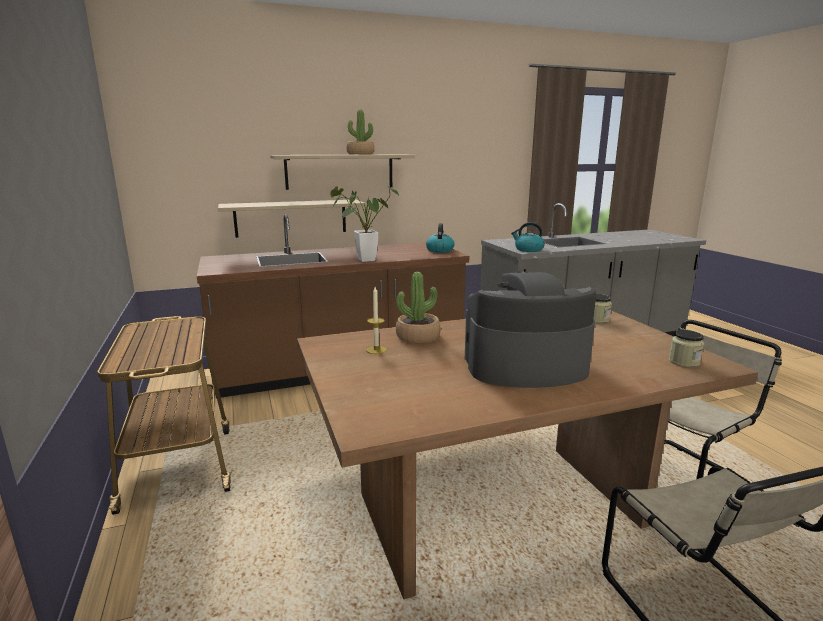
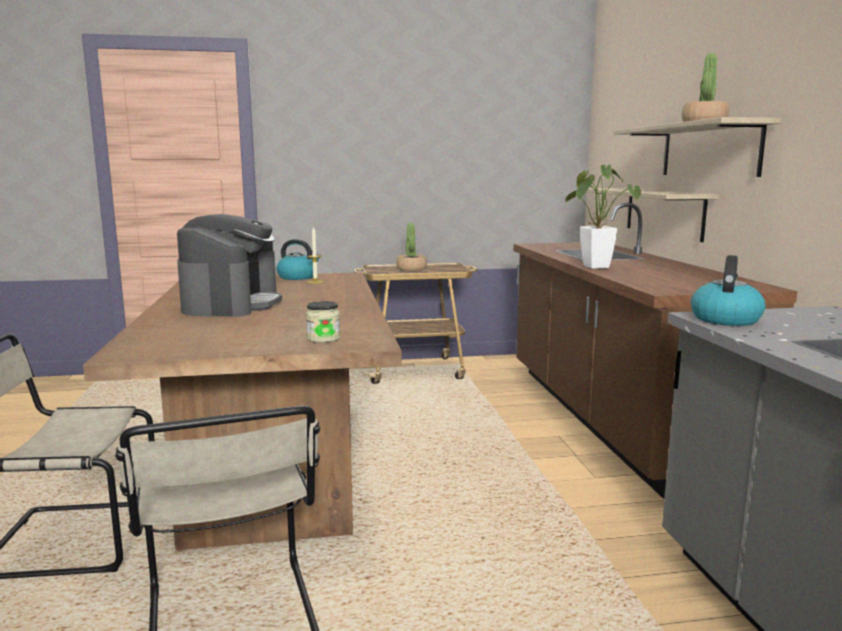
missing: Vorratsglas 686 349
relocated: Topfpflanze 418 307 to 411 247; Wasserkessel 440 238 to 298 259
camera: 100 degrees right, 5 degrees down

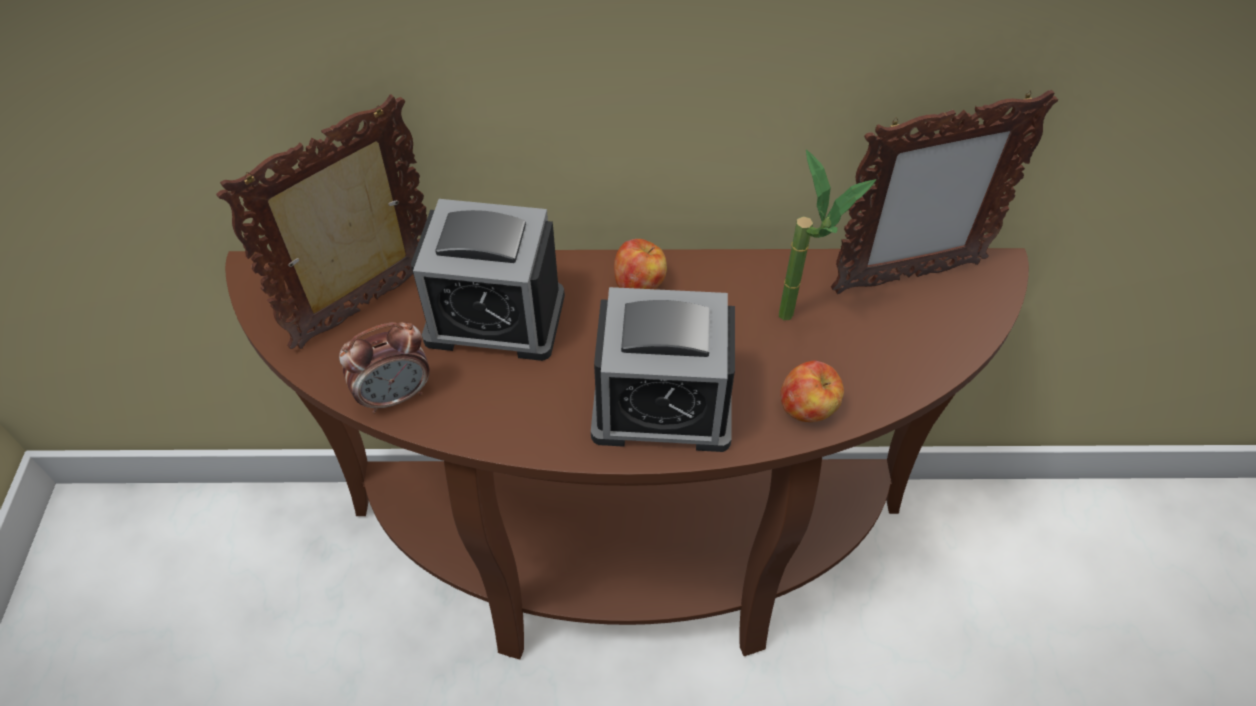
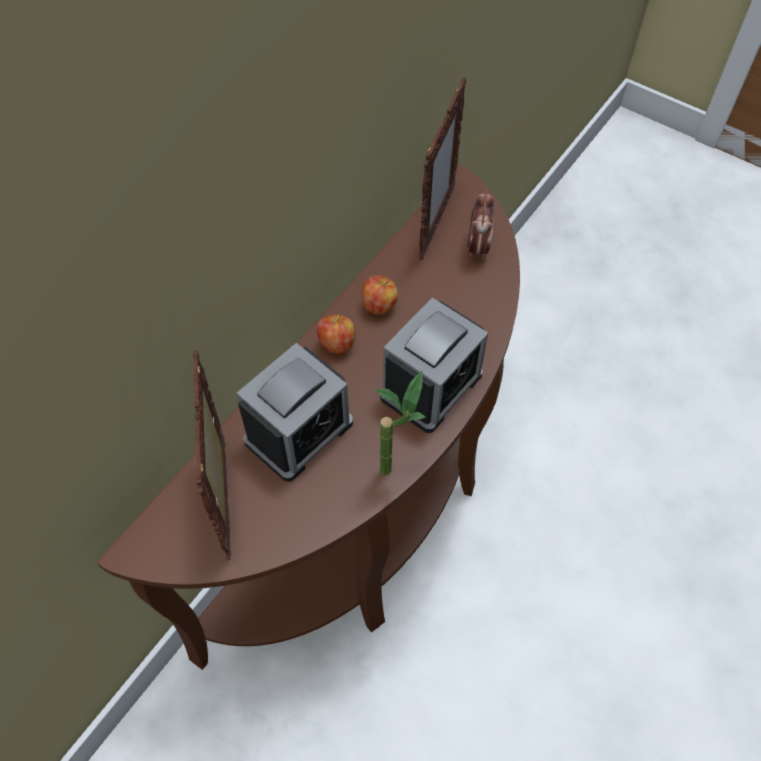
relocated: Wecker 384 368 to 481 225; Topfpflanze 827 234 to 401 423; Apfel 812 391 to 380 295
camera: 55 degrees left, 5 degrees up

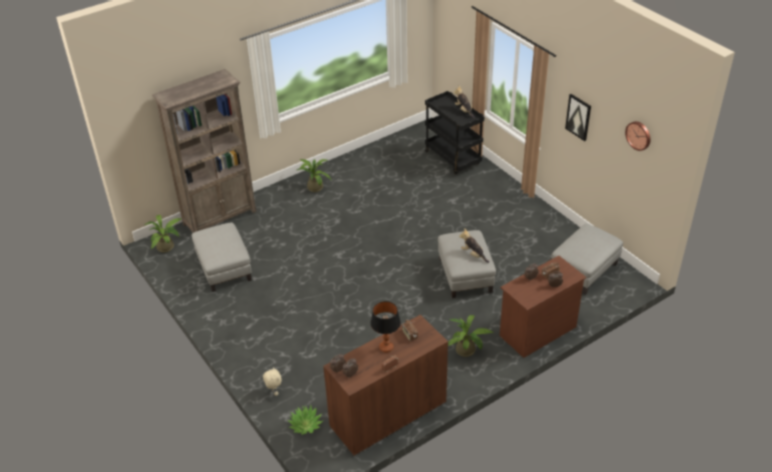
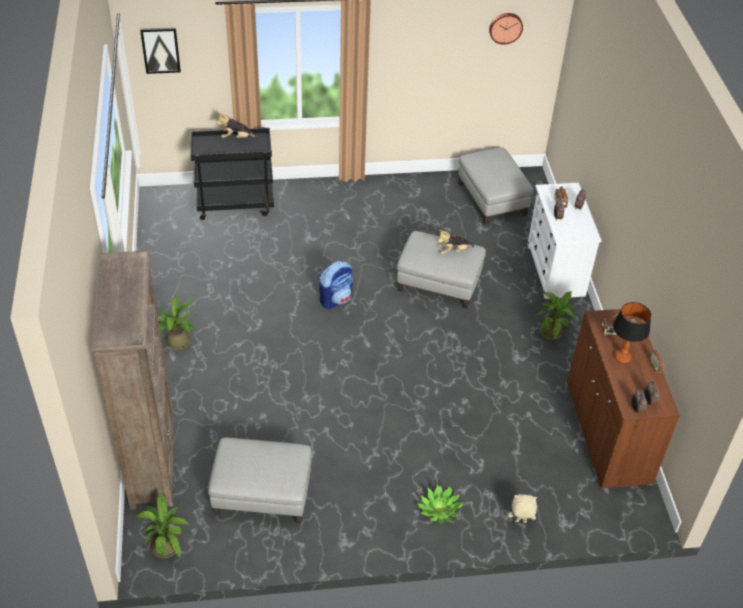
appeared: Rucksack 336 285
relocated: Topfpflanze 305 420 to 440 504; Bild 578 117 to 160 50
colour: Kommode (braun) 542 307 to Kommode (weiß) 564 241
camera: 65 degrees left, 5 degrees up

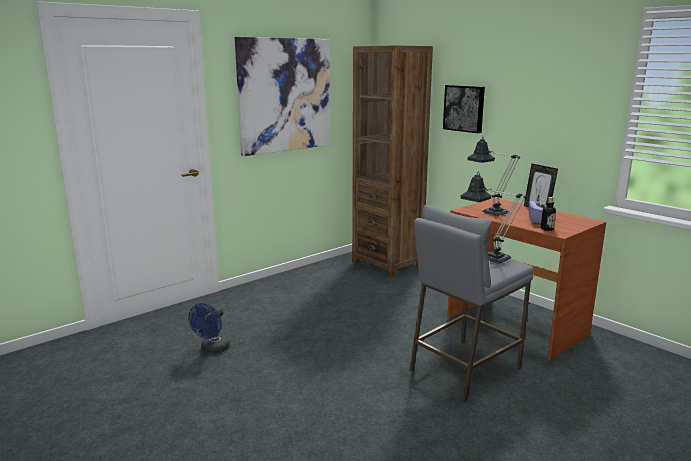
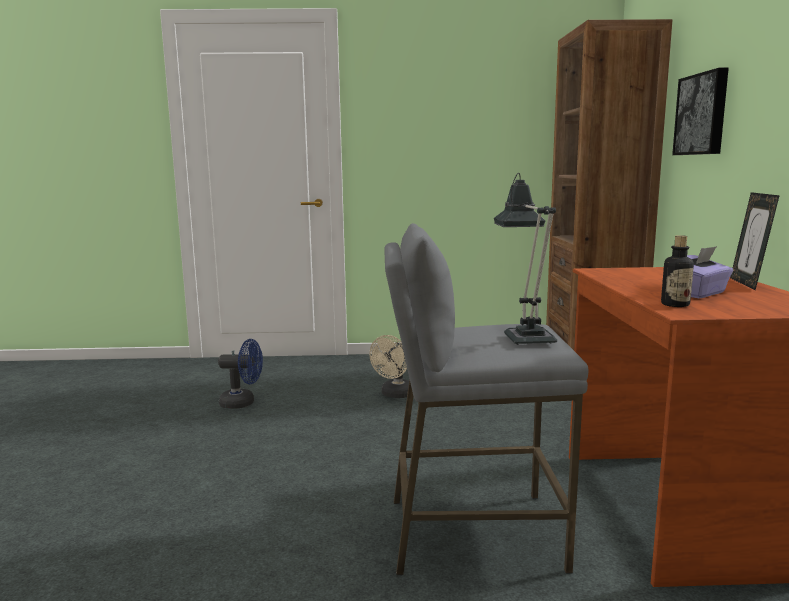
missing: Bild 282 96; Tischlampe 493 176
appeared: Ventilator (beige) 389 366
spun: Ventilator (blau) 209 328 = 240 374 150 degrees counterclockwise
camera: 40 degrees right, 5 degrees down

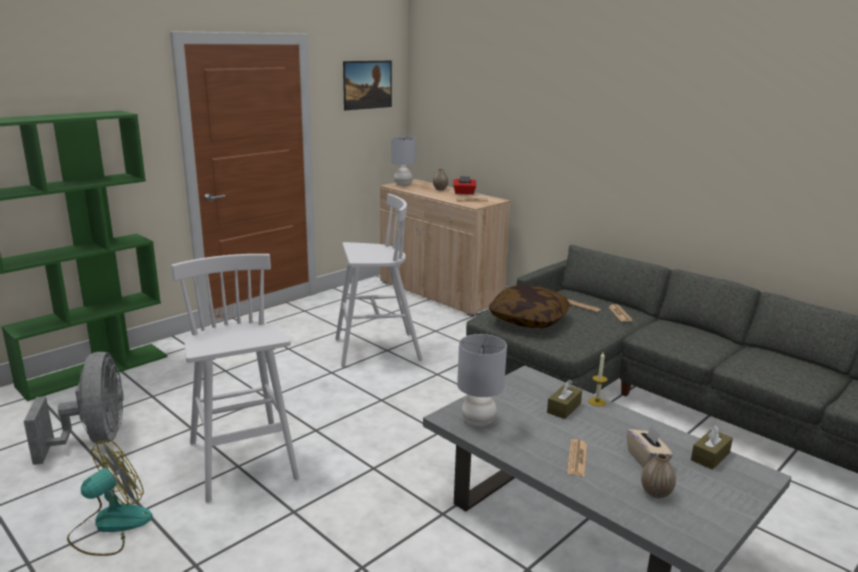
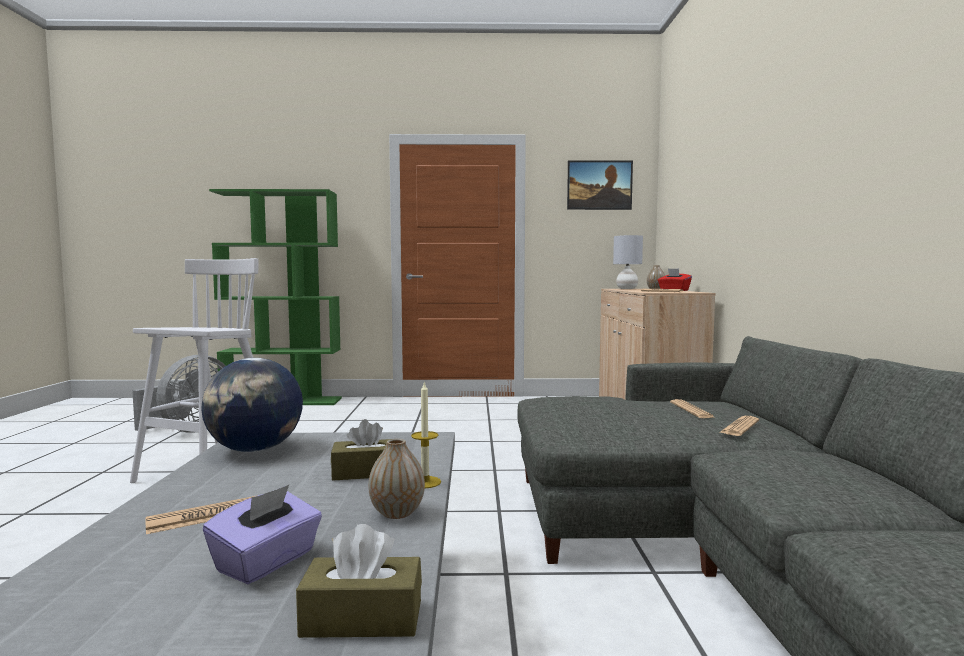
missing: Ventilator 110 497; Hocker (weiß) 379 280; Kissen 529 306
relocated: Vase 658 475 to 397 479
exchanged: Tischlampe (grau) 482 380 to Globus 252 405
colour: Taschentuchbox (beige) 650 445 to Taschentuchbox (lila) 262 534
camera: 45 degrees right, 15 degrees down

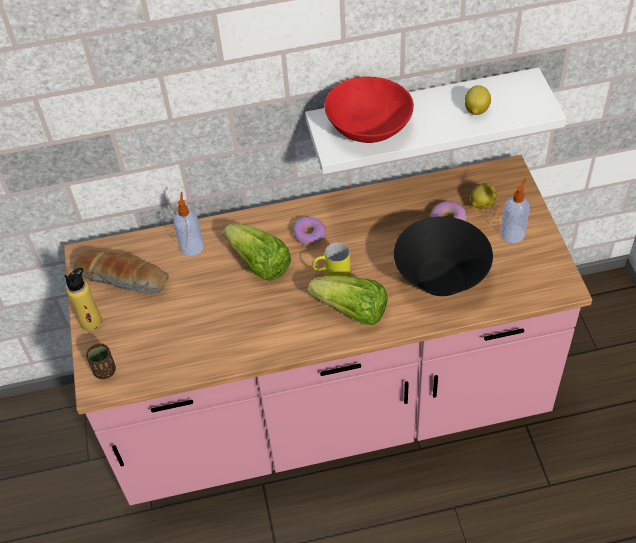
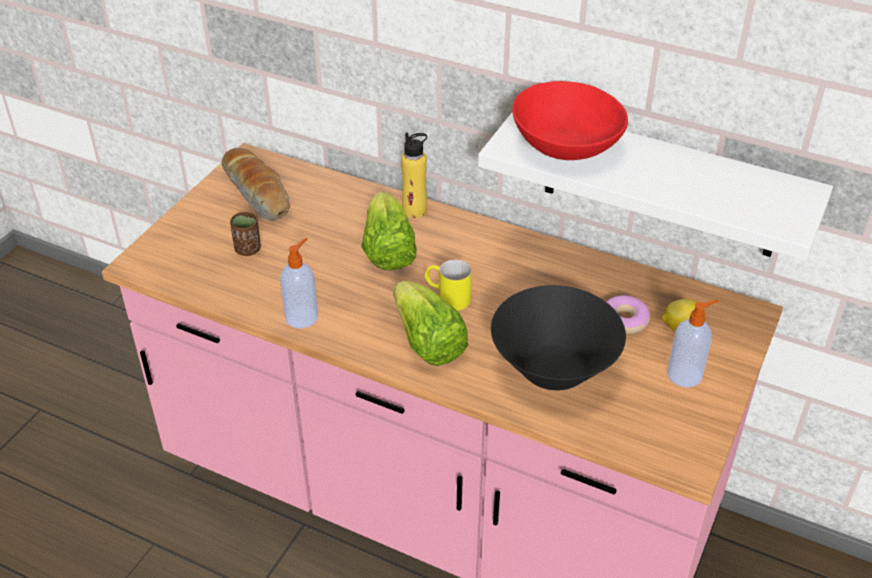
missing: Donut 309 230; Zitrone 478 100
relocated: Flasche (gelb) 83 299 to 414 175; Tasse (braun) 101 361 to 245 234; Seifenspender 188 224 to 299 283
camera: 35 degrees right, 10 degrees down

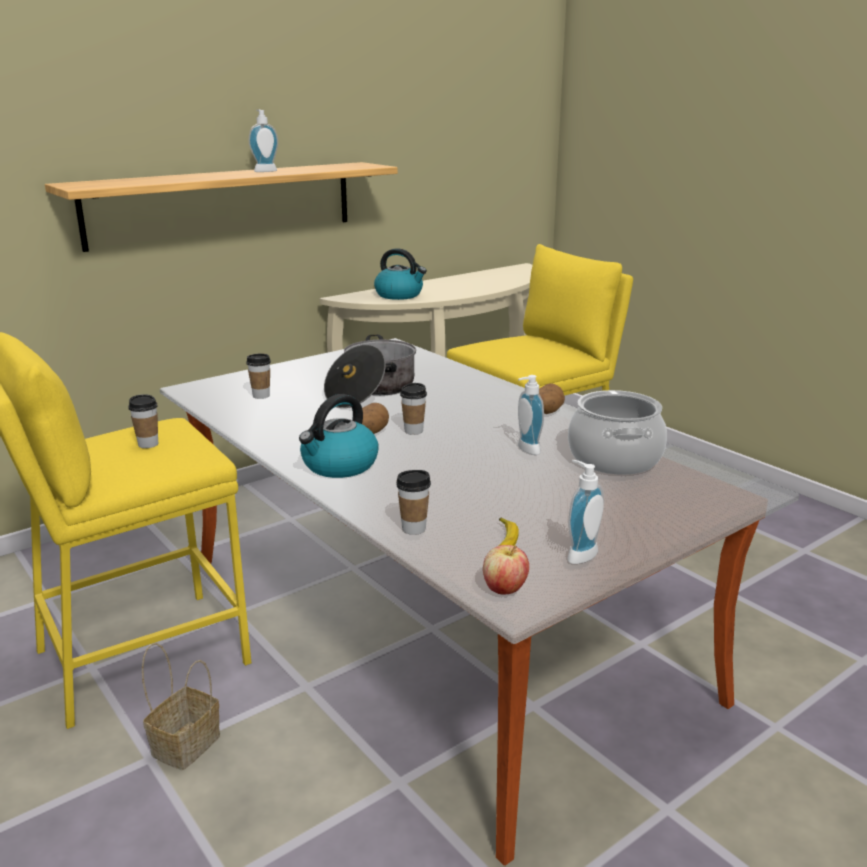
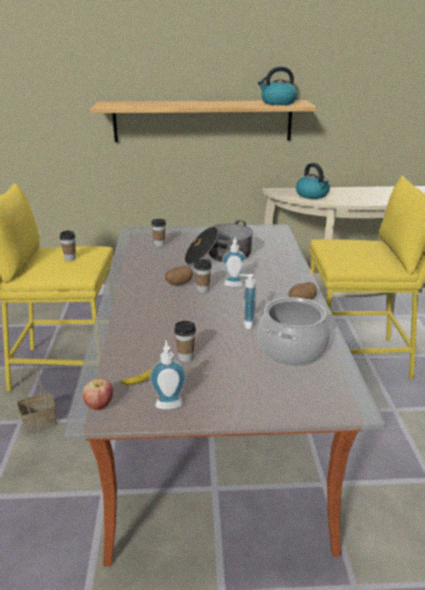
relocated: Seifenspender 263 140 to 234 262; Wasserkessel 339 436 to 277 86; Tasse 413 502 to 185 341
camera: 35 degrees right, 5 degrees up

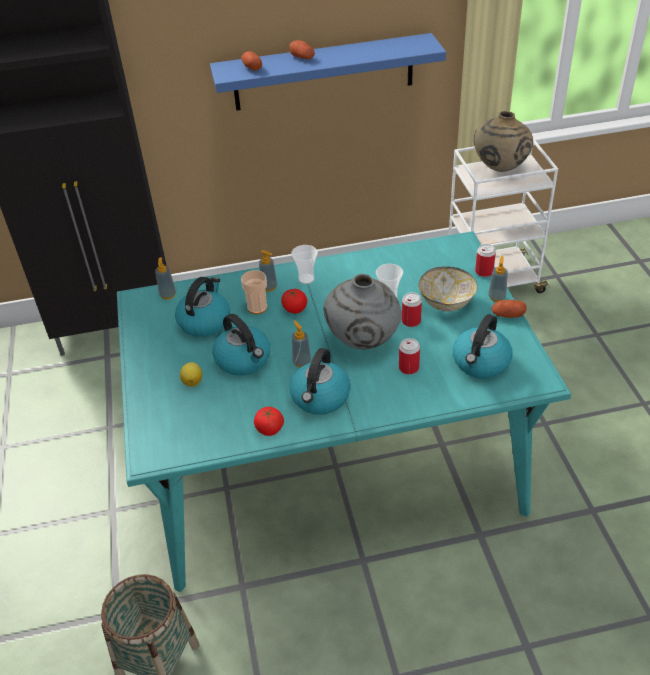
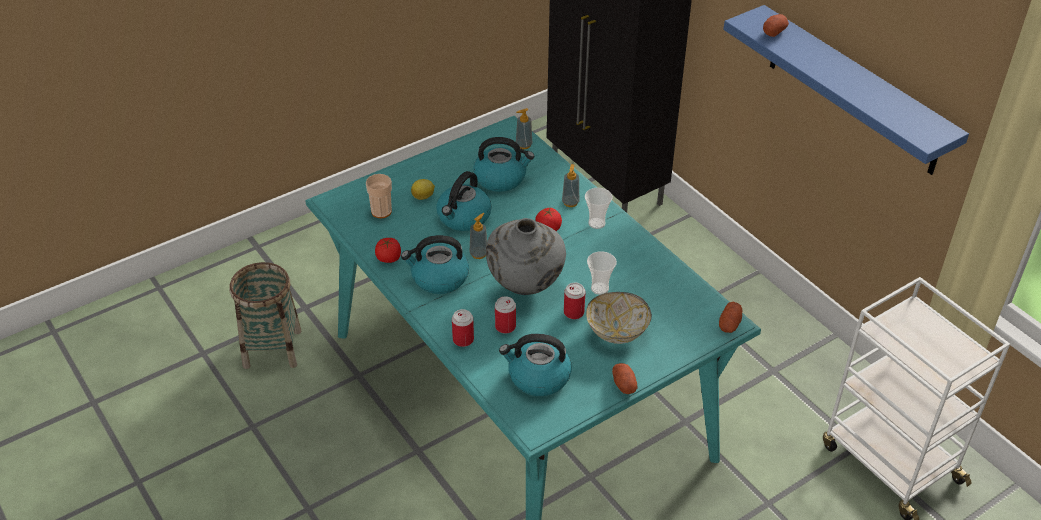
missing: Vase (beige) 503 141; Seifenspender 498 279
relocated: Tasse 254 292 to 379 196; Kartoffel 302 49 to 730 317; Dose 485 260 to 463 328
camera: 65 degrees right, 0 degrees up

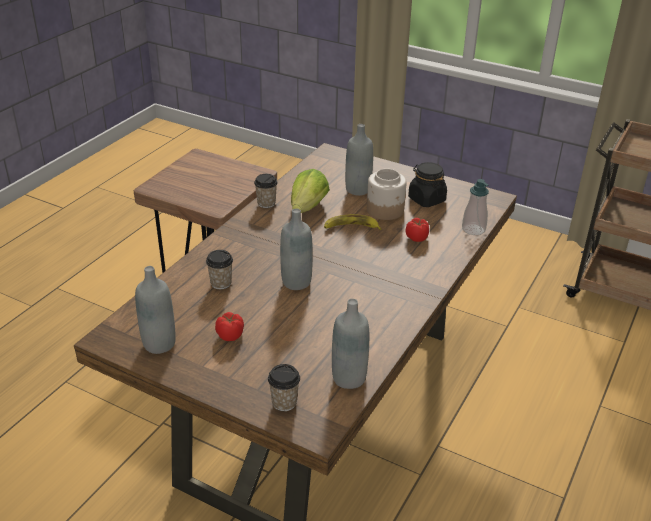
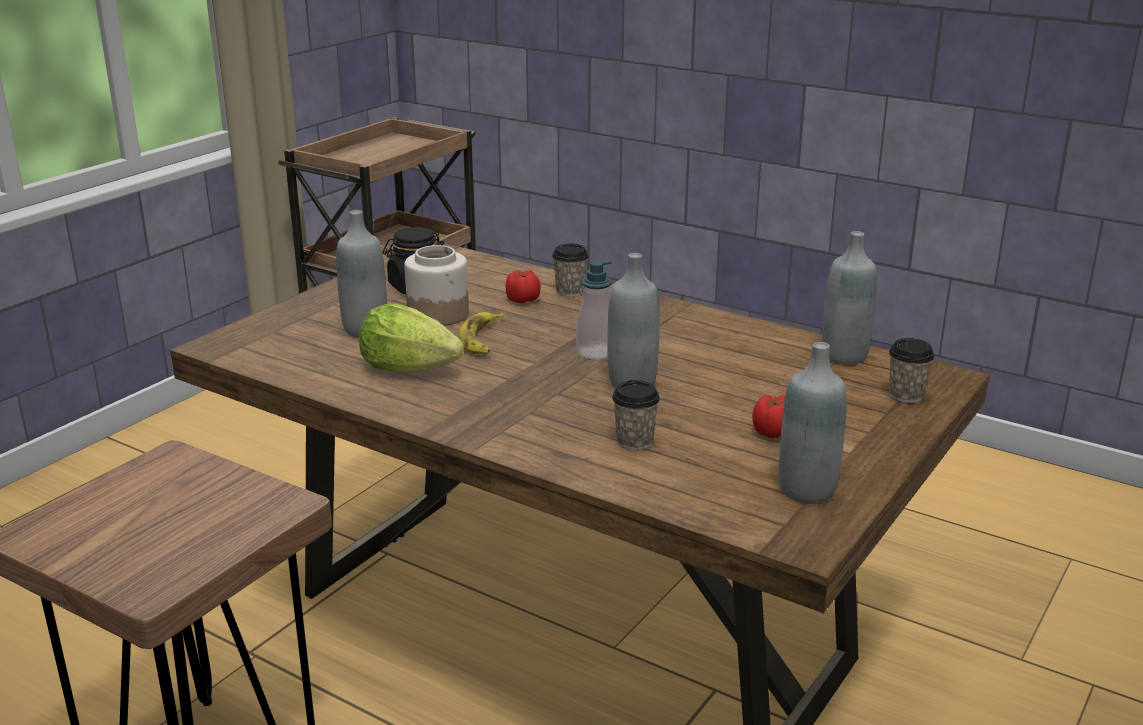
relocated: Tasse 266 191 to 570 270; Seifenspender 475 207 to 594 309
camera: 85 degrees left, 10 degrees down

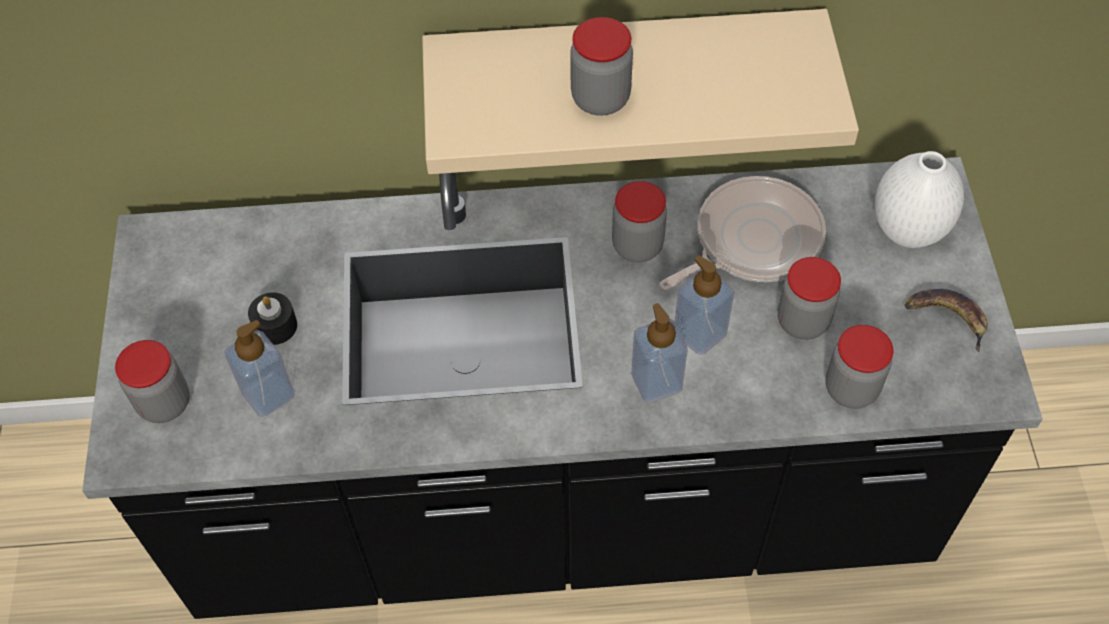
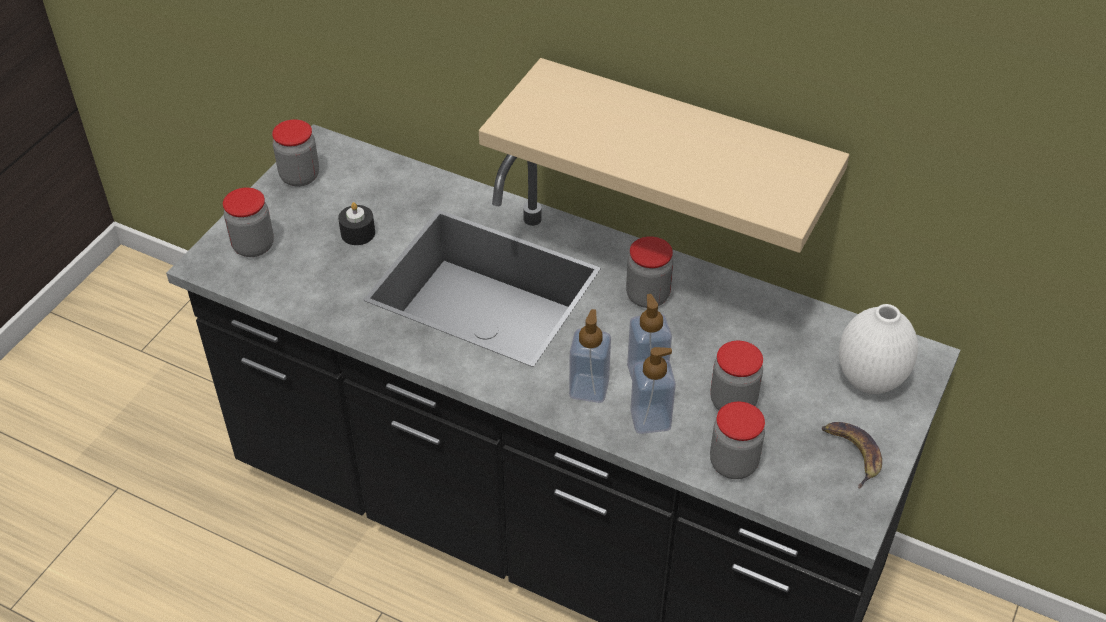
missing: Pfanne 742 233
relocated: Seifenspender 259 368 to 653 390; Vorratsglas 601 66 to 295 153
camera: 30 degrees right, 10 degrees down

